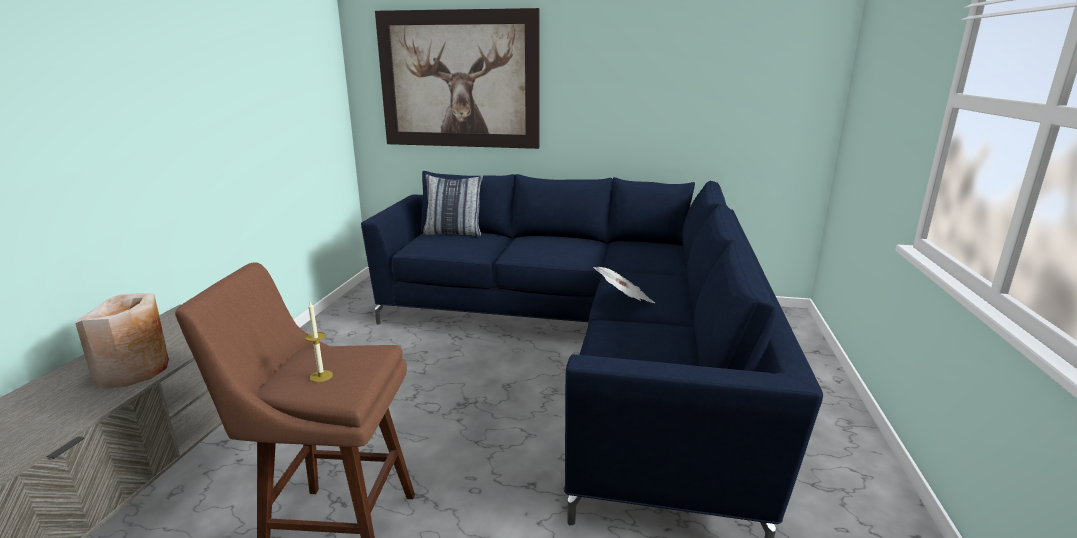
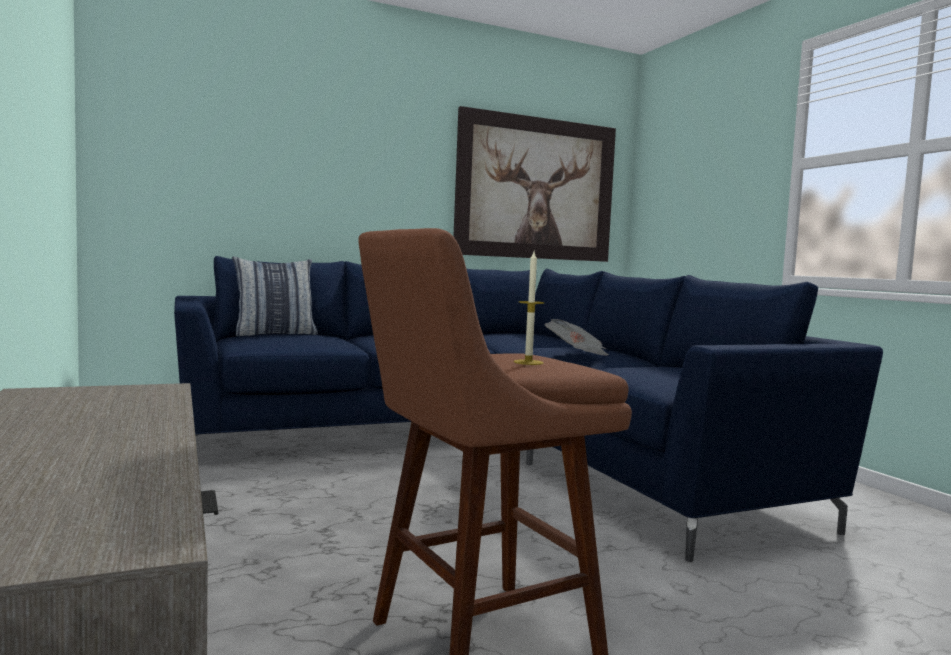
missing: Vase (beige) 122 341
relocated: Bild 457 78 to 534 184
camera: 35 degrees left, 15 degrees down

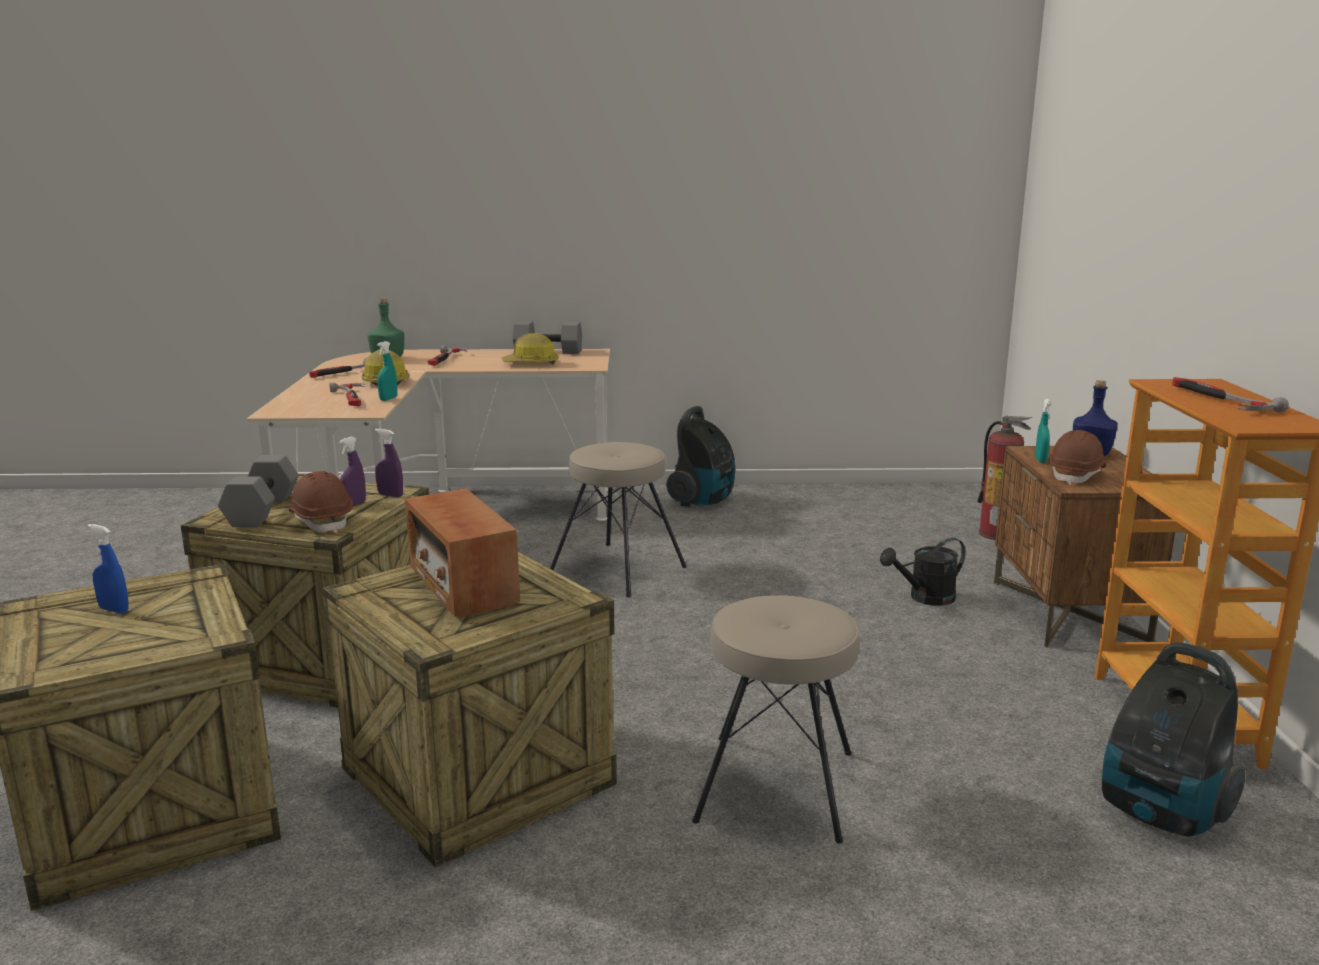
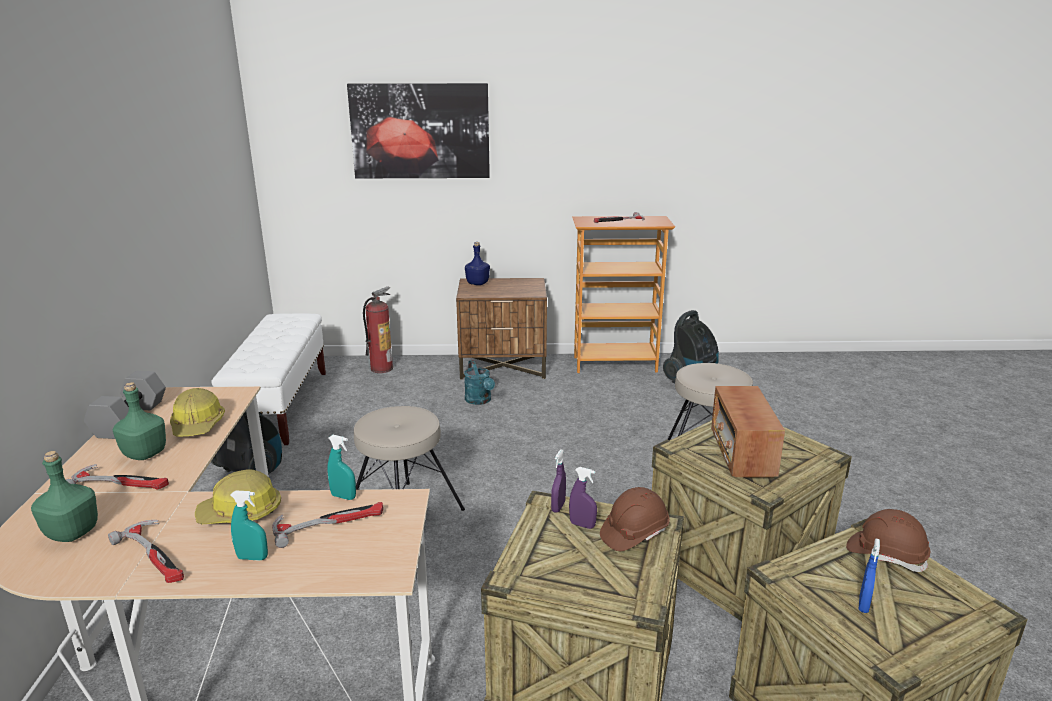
missing: Hantel (grau) 258 491
appeared: Flasche (grün) 139 421; Bank (weiß) 268 379; Bild 418 130
relocated: Sprühflasche (türkis) 1043 431 to 249 526; Schutzhelm (braun) 1077 457 to 888 540
colour: Gießkanne (schwarz) 922 572 to Gießkanne (türkis) 479 382
spun: Radio 462 553 = 748 431 120 degrees clockwise
camera: 90 degrees left, 5 degrees up

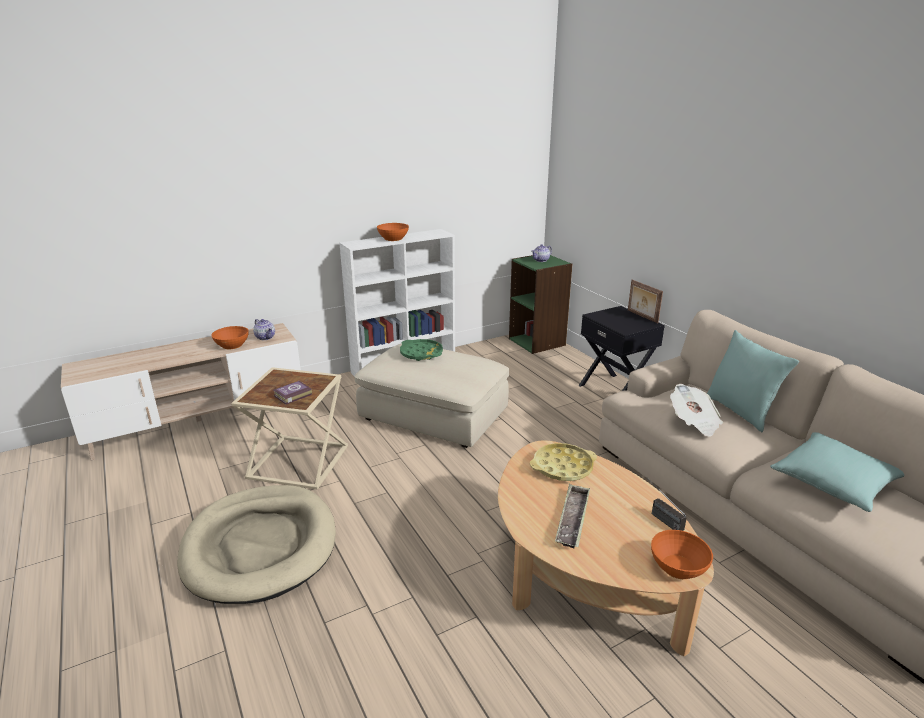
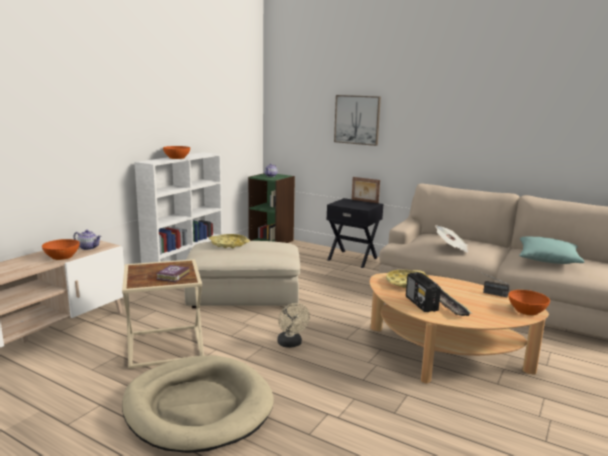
missing: Kissen (türkis) 753 381
appeared: Ventilator (beige) 293 325; Bild 357 120; Radio 423 292
colour: Tablett (grün) 421 350 to Tablett (gelb) 229 241
camera: 30 degrees left, 10 degrees down

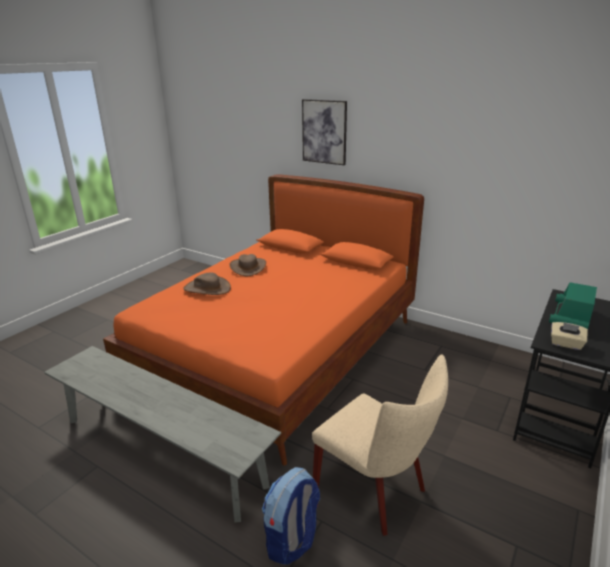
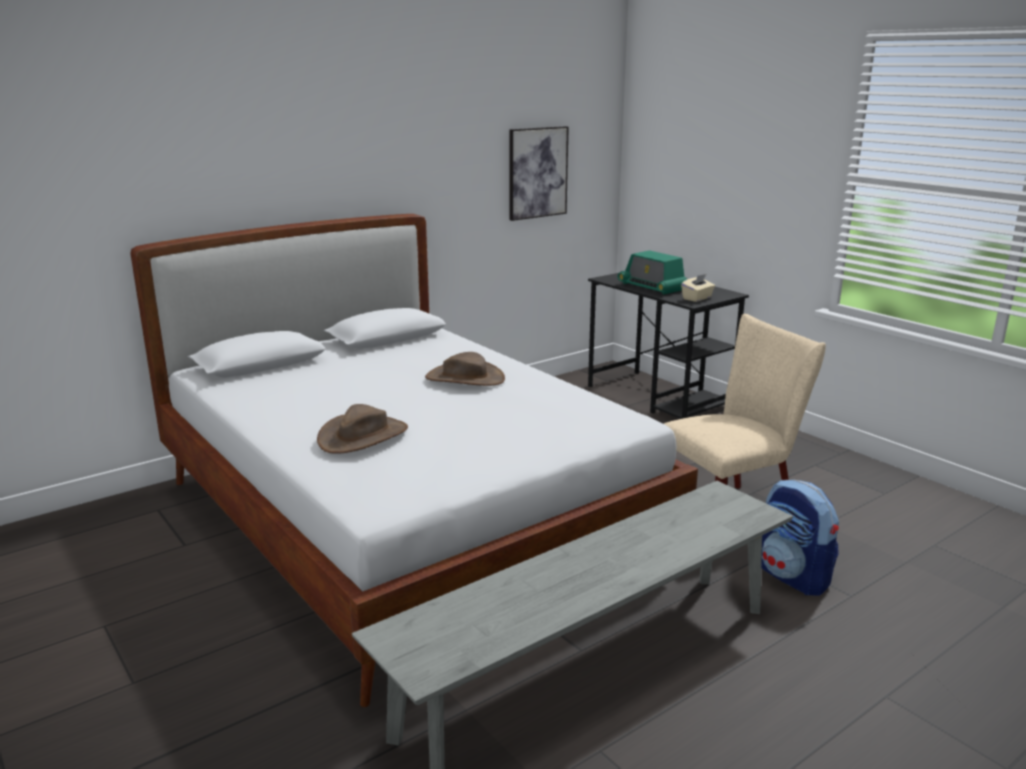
relocated: Hut (braun) 248 265 to 465 369; Bild 324 132 to 539 173
colour: Bett (orange) 263 320 to Bett (weiß) 414 460
camera: 70 degrees left, 5 degrees down

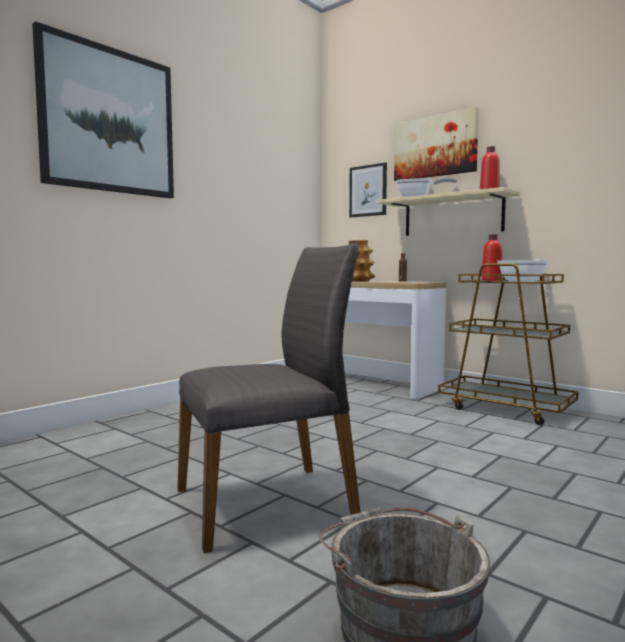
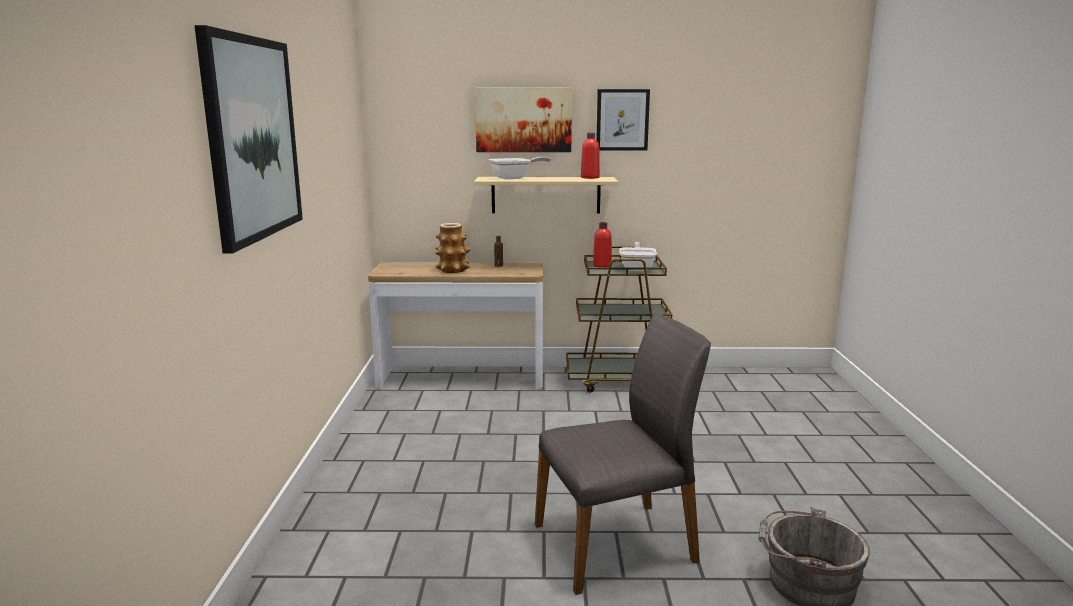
relocated: Bild 368 189 to 623 120
spun: Stuhl (grau) 268 398 = 623 454 45 degrees clockwise
camera: 40 degrees left, 10 degrees up

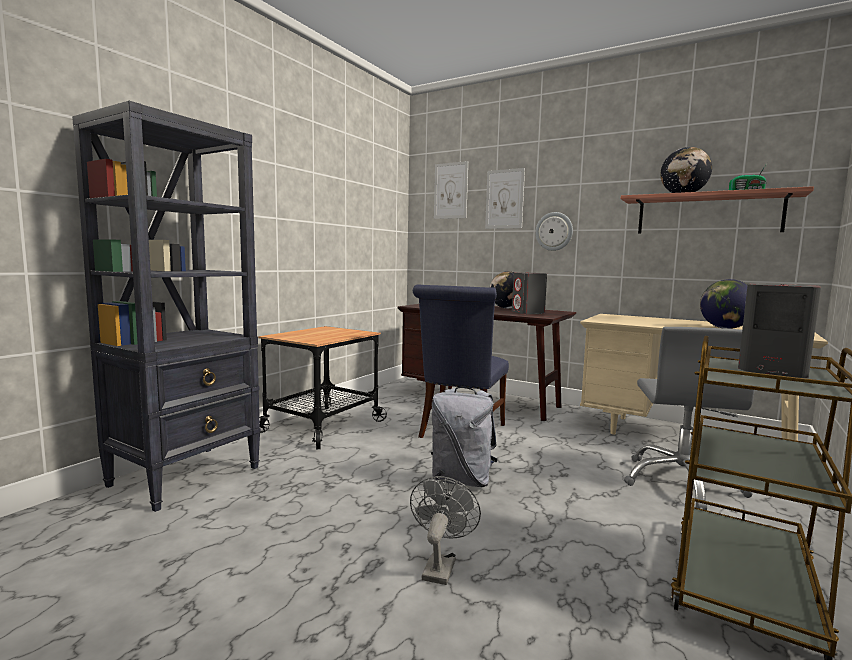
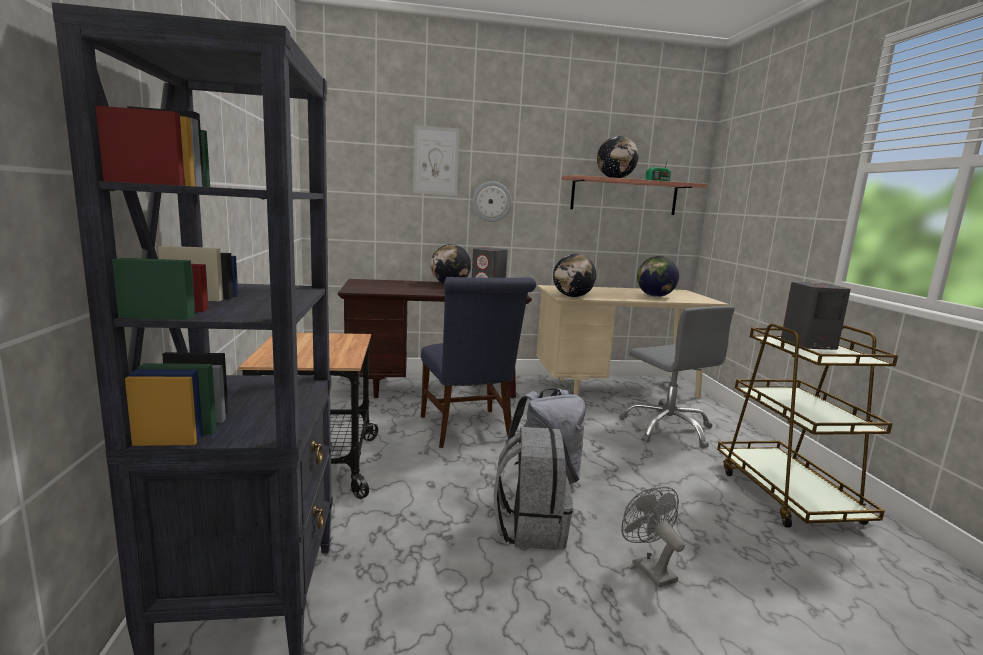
missing: Bild 451 190
appeared: Rucksack (grau) 533 488; Globus 574 275
camera: 40 degrees left, 5 degrees up

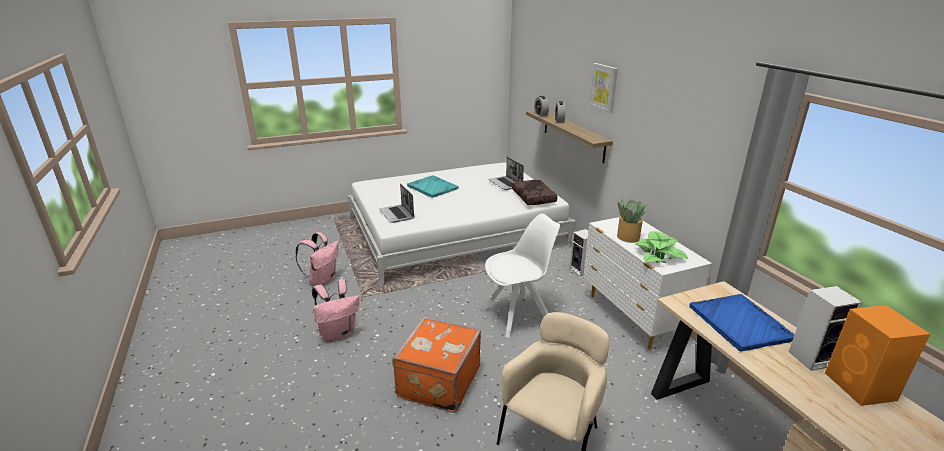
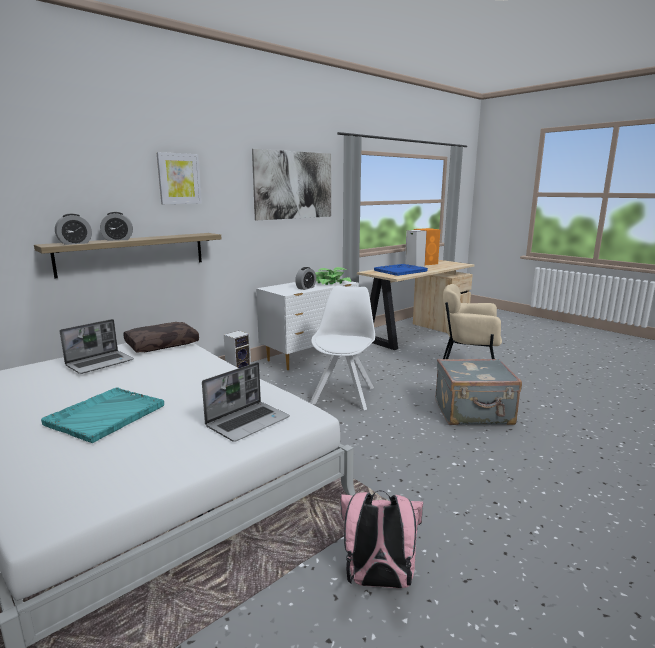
missing: Rucksack (rosa) 335 310
appeared: Bild 291 184
exchanged: Topfpflanze 632 220 to Wecker 305 278
colour: Koffer (orange) 436 365 to Koffer (grau) 479 391
spun: Stuhl (weiß) 520 276 = 342 347 60 degrees clockwise
camera: 110 degrees left, 10 degrees down

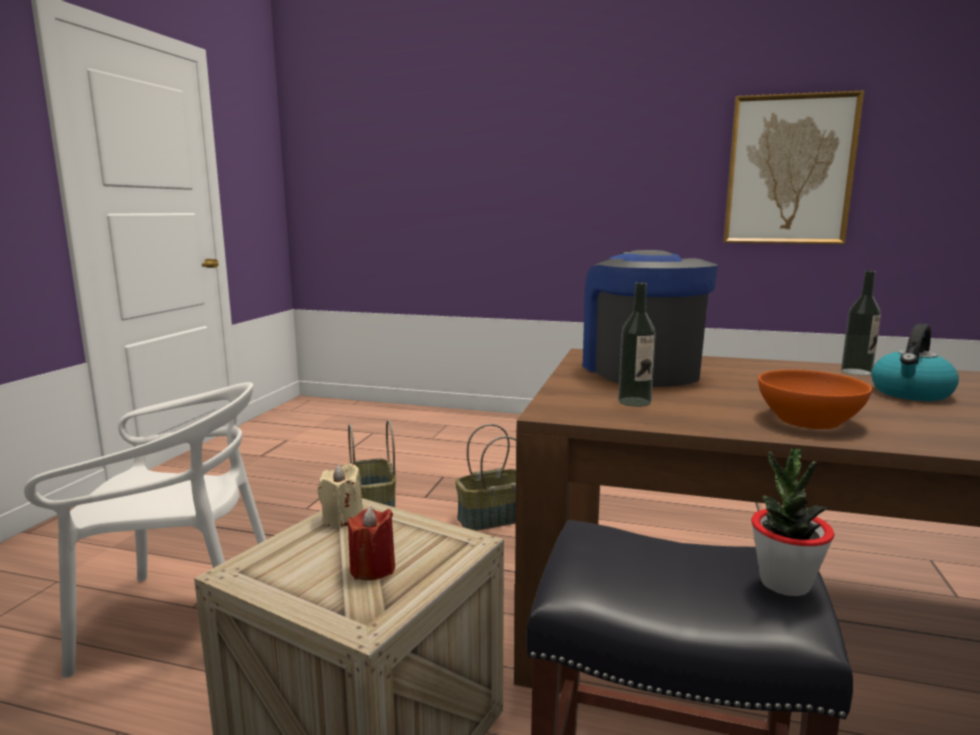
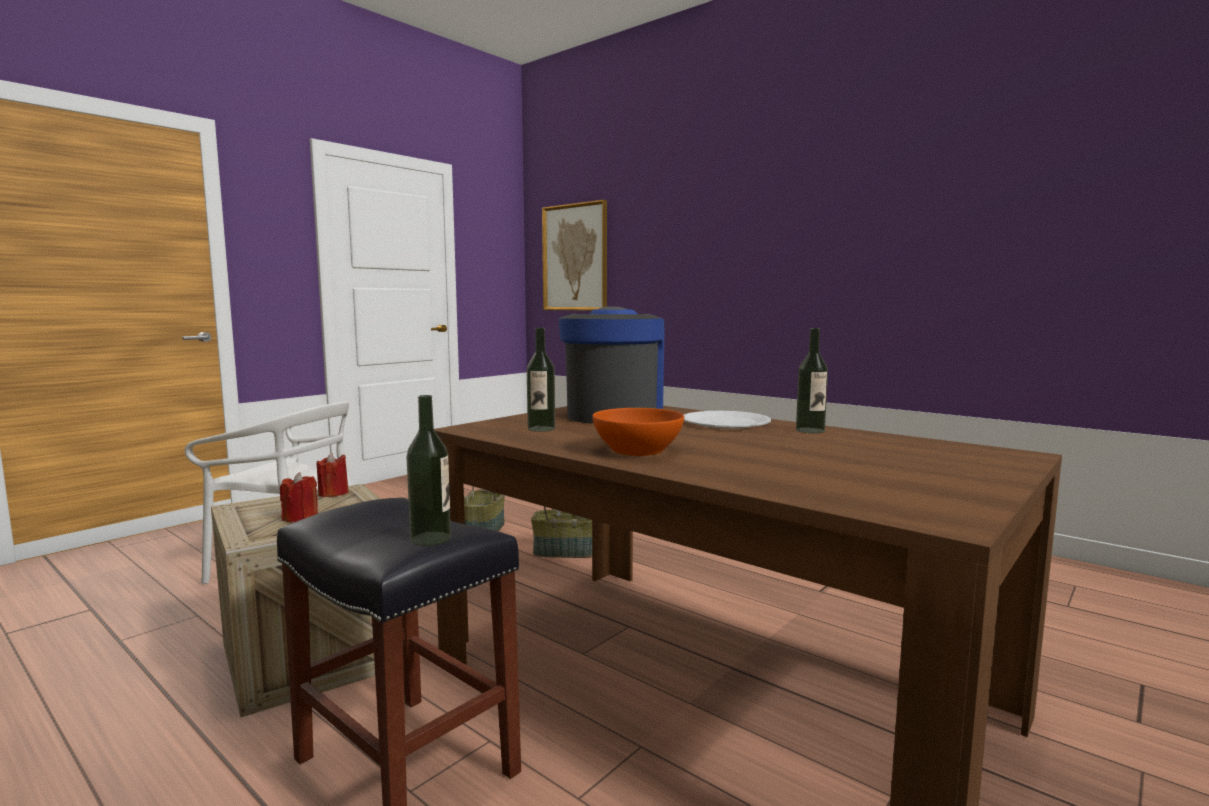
missing: Wasserkessel 915 362
appeared: Teller (weiß) 727 420
relocated: Bild 793 167 to 574 255
exchanged: Topfpflanze 792 522 to Flasche 428 470
colour: Kerze (beige) 340 496 to Kerze (rot) 332 475
camera: 25 degrees right, 5 degrees down

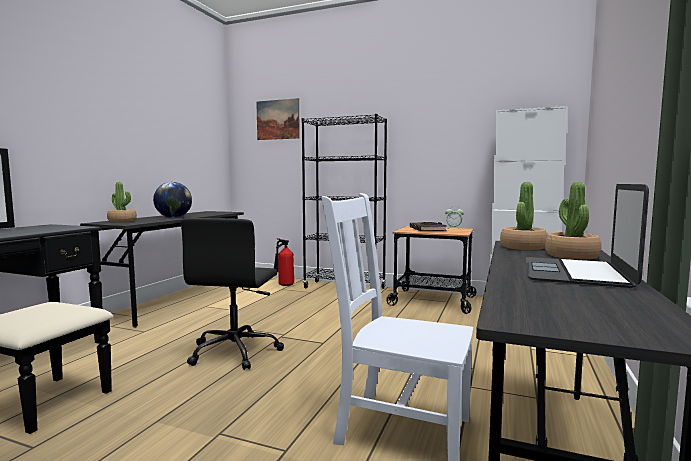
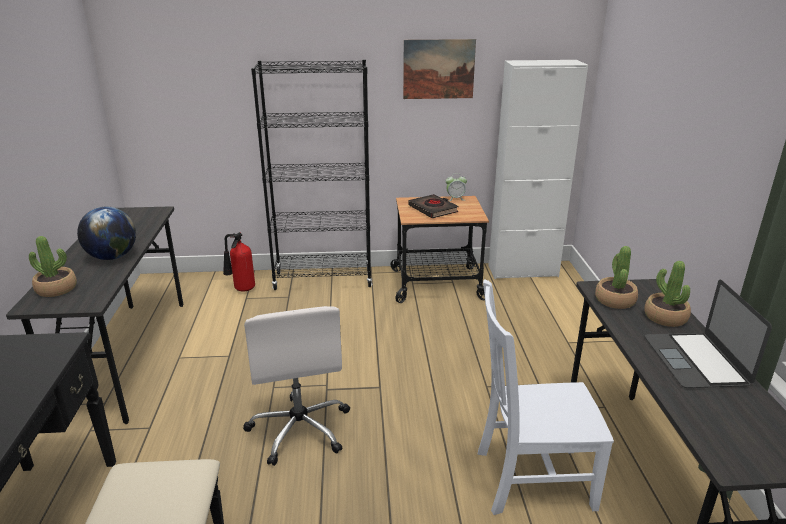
relocated: Bild 278 119 to 439 69
colour: Bürostuhl (schwarz) 232 294 to Bürostuhl (weiß) 296 386
camera: 25 degrees left, 20 degrees up

